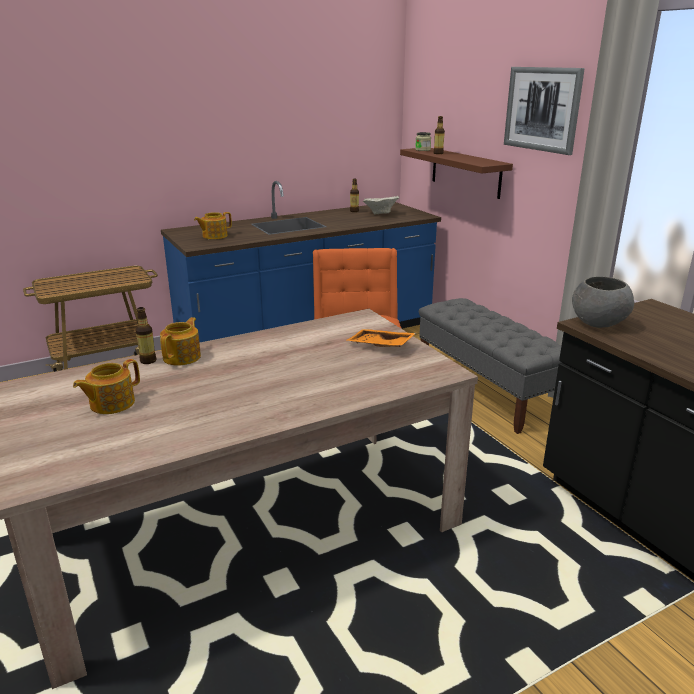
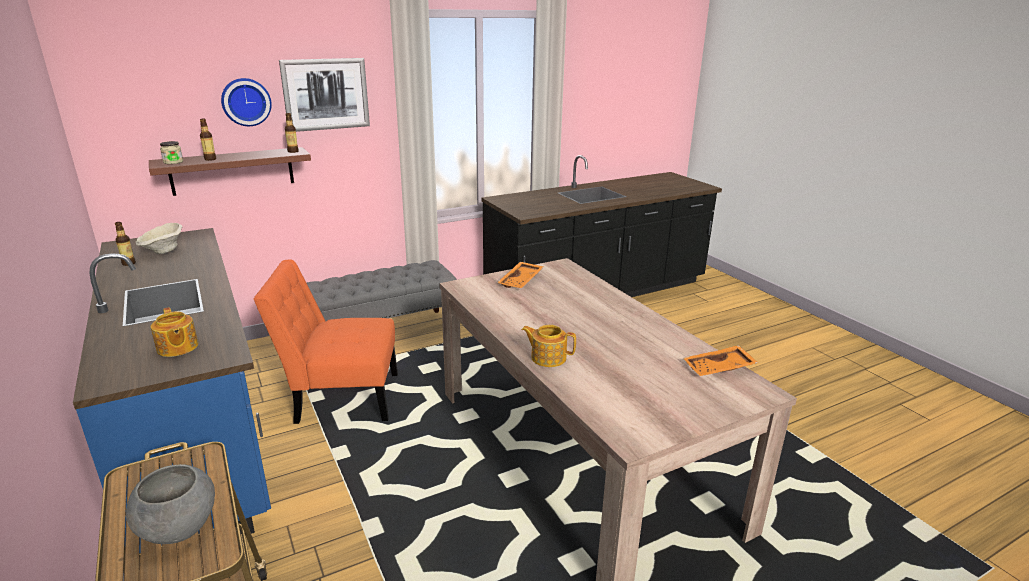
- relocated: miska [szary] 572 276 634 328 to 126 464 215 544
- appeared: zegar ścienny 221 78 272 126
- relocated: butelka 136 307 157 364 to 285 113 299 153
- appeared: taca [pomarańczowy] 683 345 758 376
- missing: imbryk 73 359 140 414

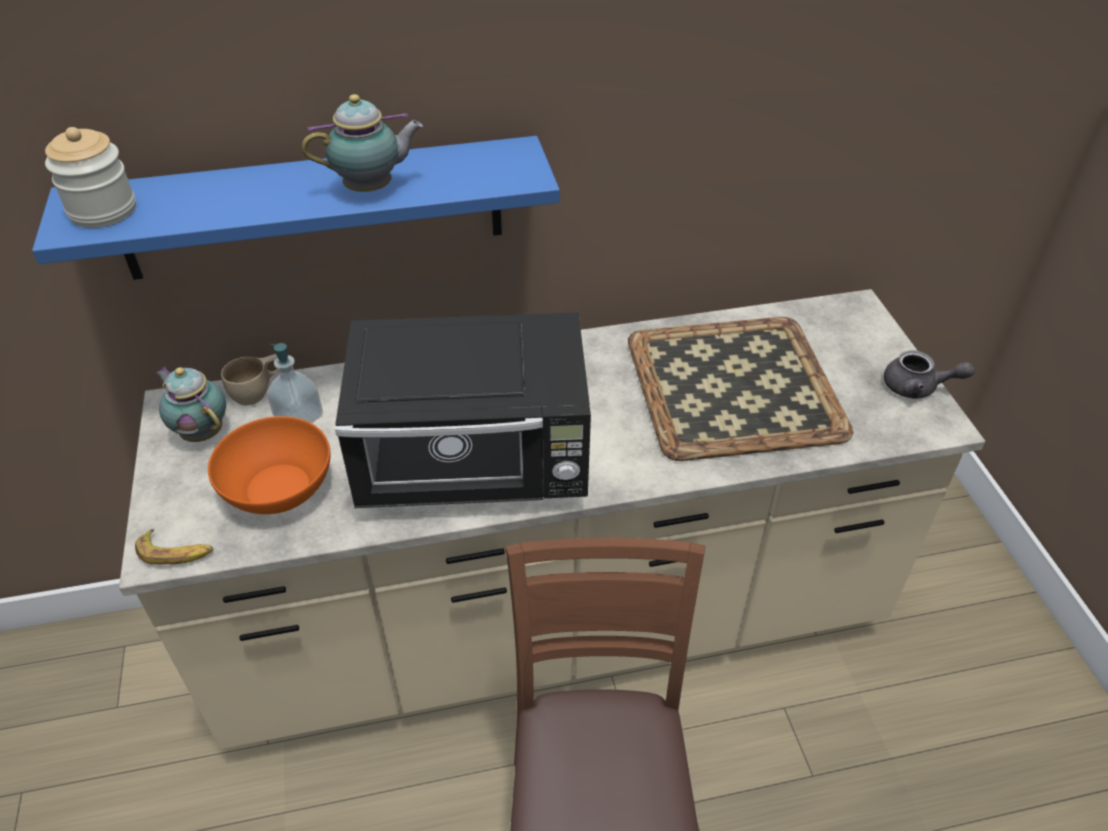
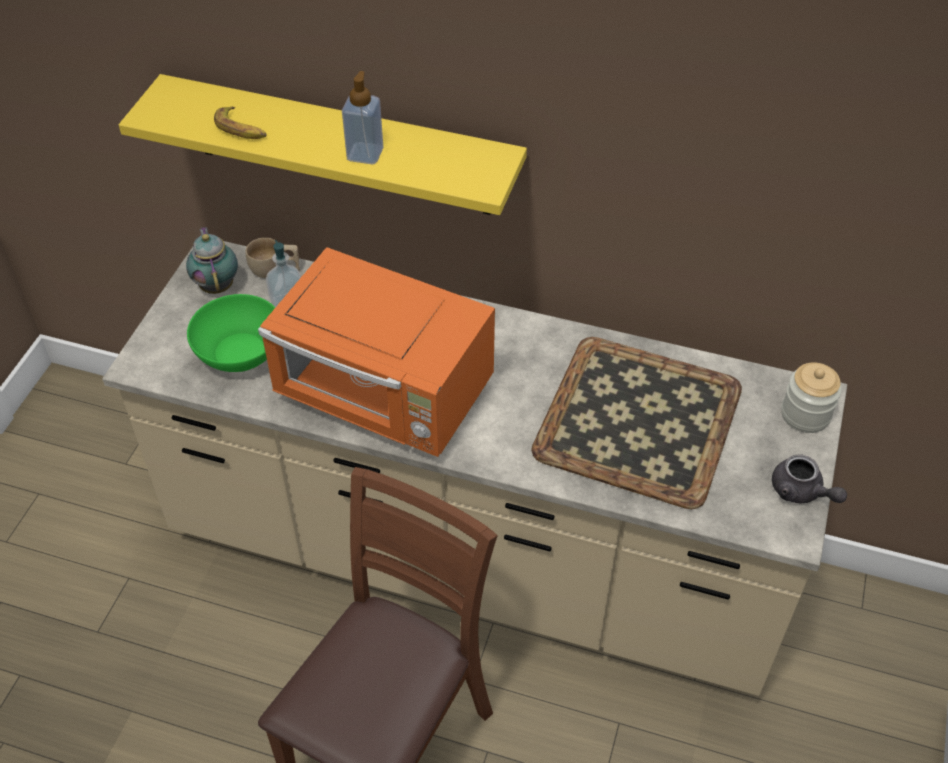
- colour: półka [niebieski] 32 136 560 280 to półka [żółty] 119 74 527 215
- colour: miska [pomarańczowy] 208 416 330 514 to miska [zielony] 187 294 275 372
- relocated: banan 135 529 213 564 to 214 106 266 139
- colour: mikrofalówka [czarny] 335 312 591 508 to mikrofalówka [pomarańczowy] 258 247 495 457
- exchanged: imbryk 302 94 423 192 to dozownik mydła 342 71 384 164
- relocated: słoik 45 127 136 228 to 781 362 842 433

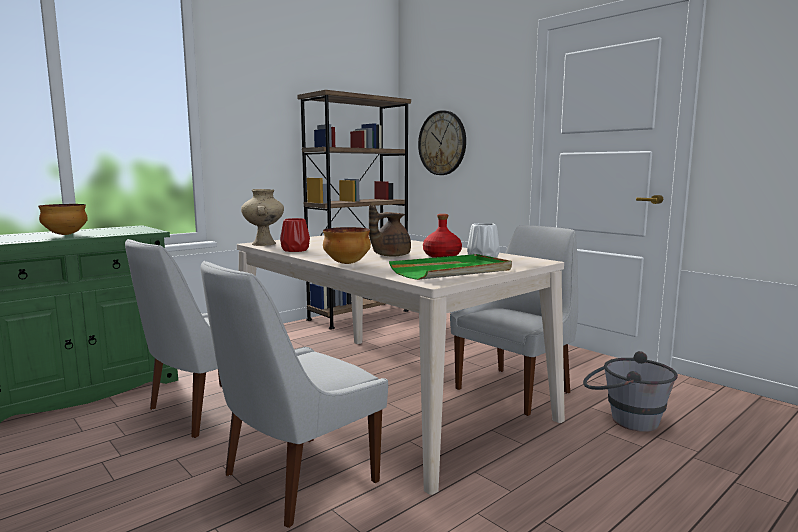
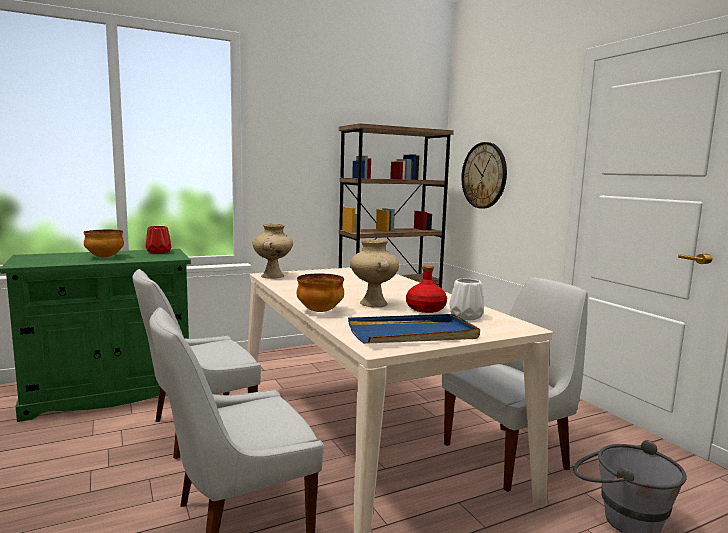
- relocated: wazon [czerwony] 280 218 310 252 to 146 226 171 254
- colour: taca [zielony] 389 254 512 280 to taca [niebieski] 348 314 480 344
- exchanged: imbryk [brązowy] 369 205 411 256 to wazon [beżowy] 350 240 399 307

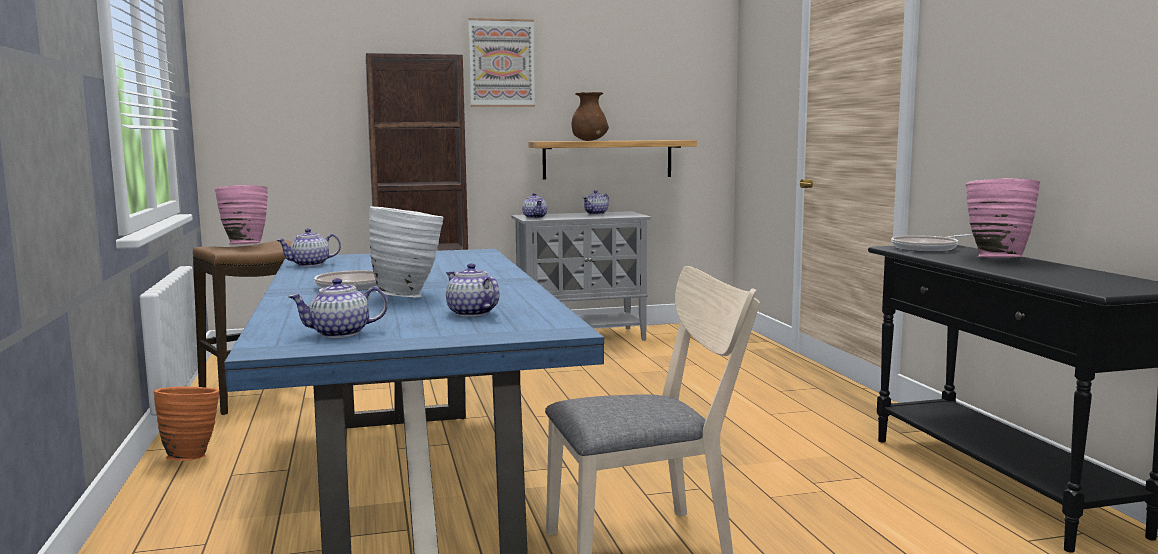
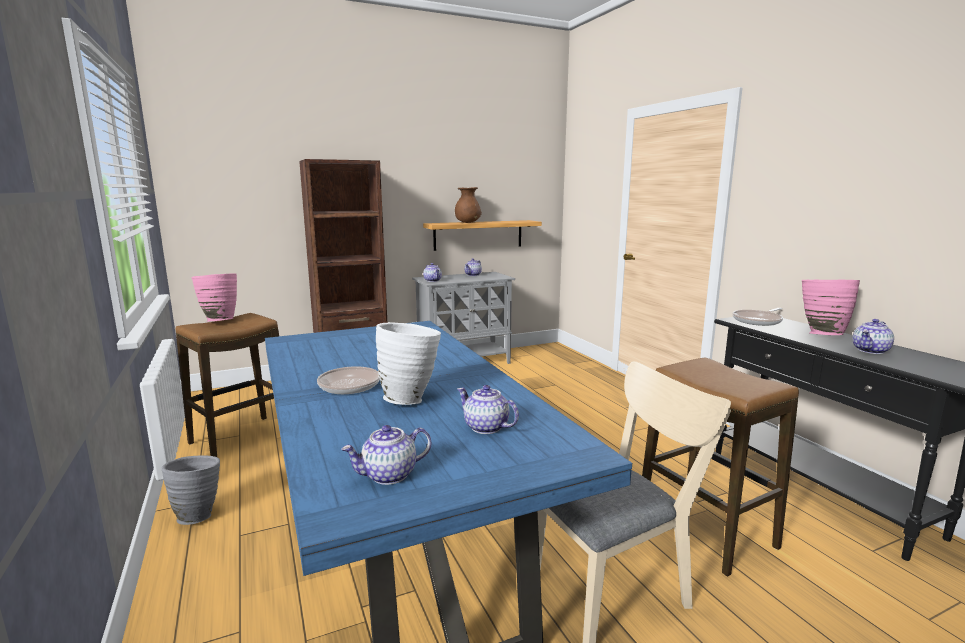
- colour: wazon [pomarańczowy] 154 386 219 461 to wazon [szary] 162 455 220 525
- appeared: stołek 642 357 799 576
- relocated: imbryk 277 228 341 267 to 852 319 894 354
- missing: obraz 468 18 535 107

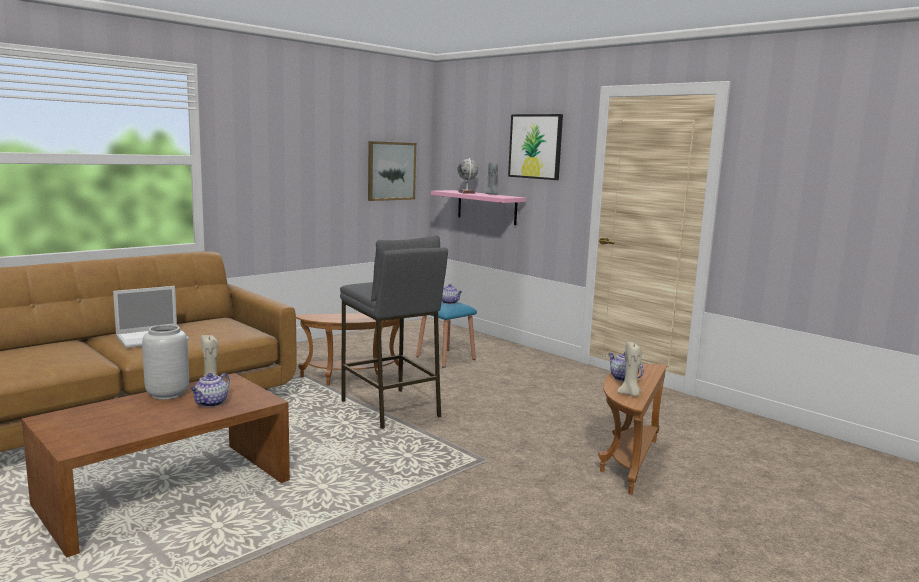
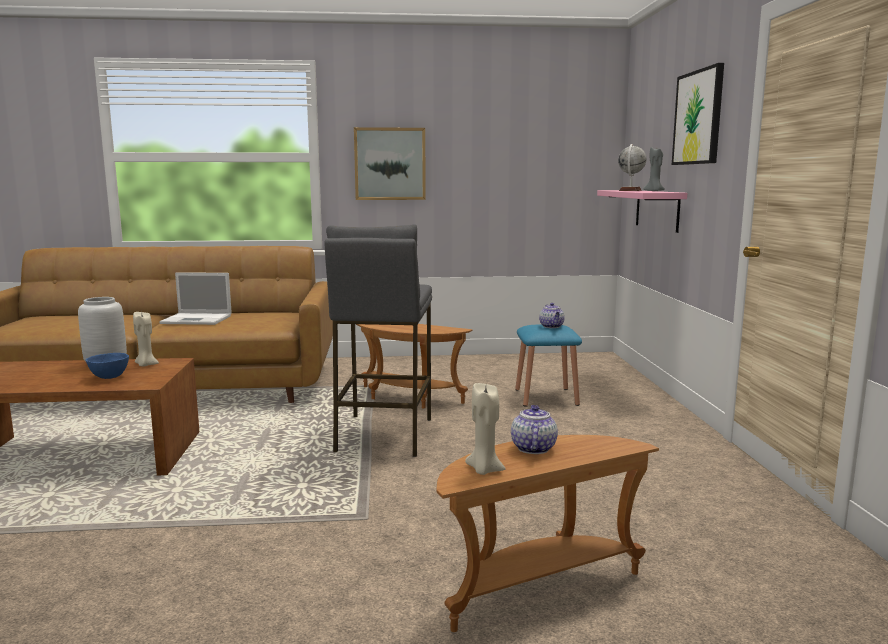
- exchanged: imbryk 191 373 230 407 to miska [niebieski] 86 353 129 379
- relocated: obraz 368 141 416 201 to 354 127 426 200

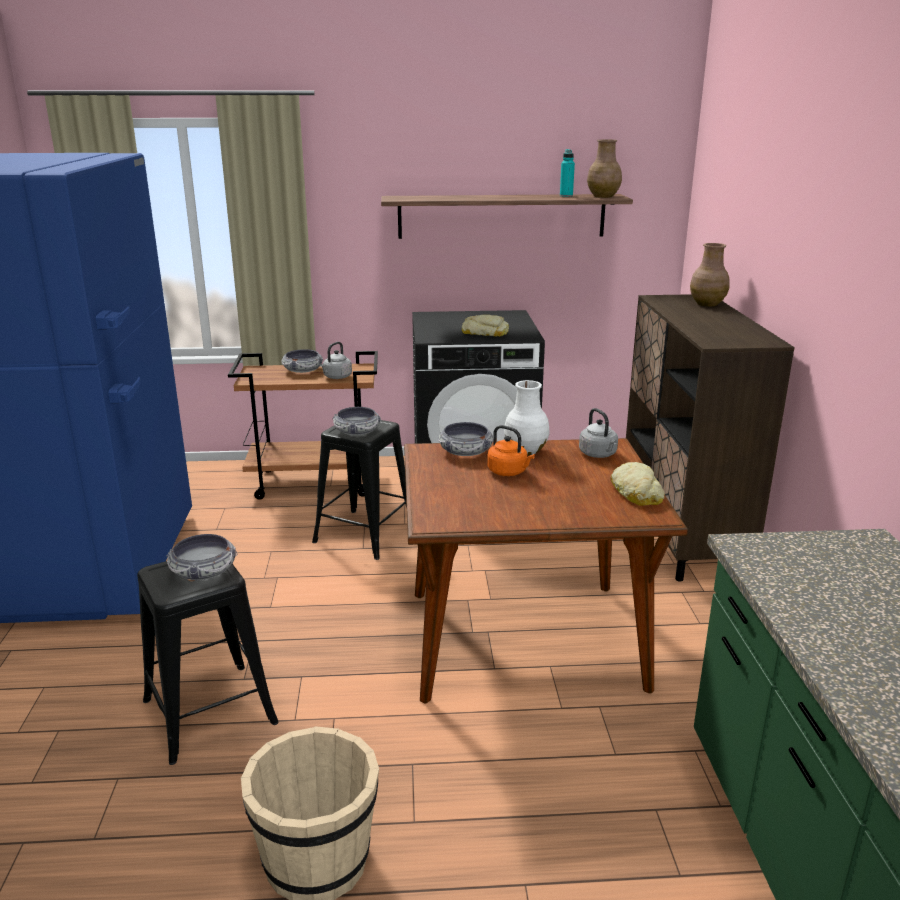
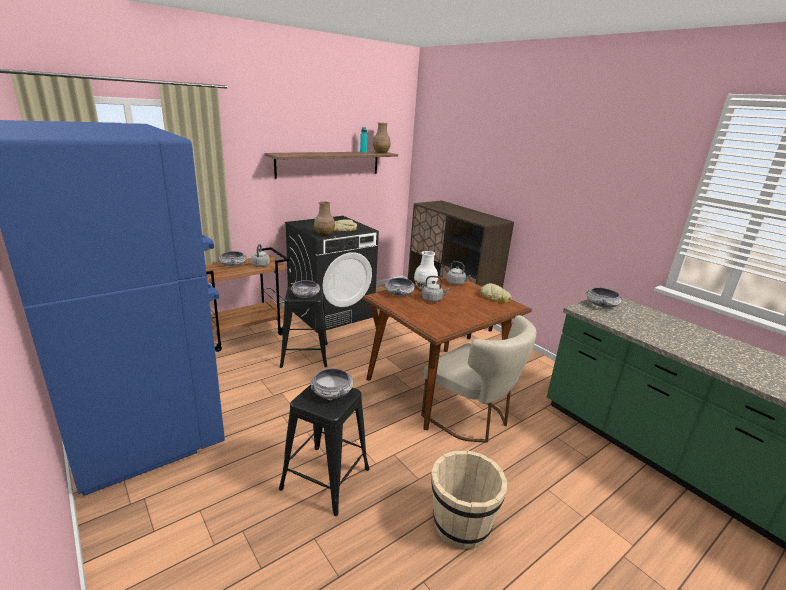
- relocated: wazon [brązowy] 690 243 730 306 to 314 201 335 236
- appeared: krzesło [beżowy] 421 315 536 443
- colour: czajnik [pomarańczowy] 487 425 535 476 to czajnik [szary] 422 276 450 302
- appeared: miska 586 287 623 308

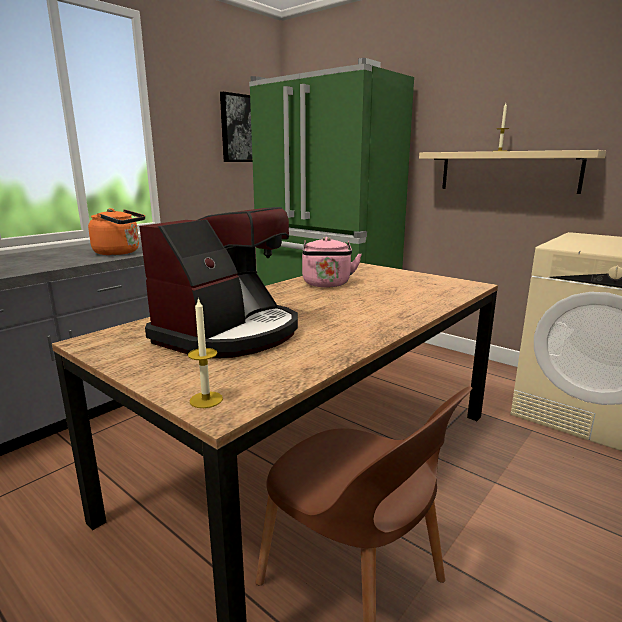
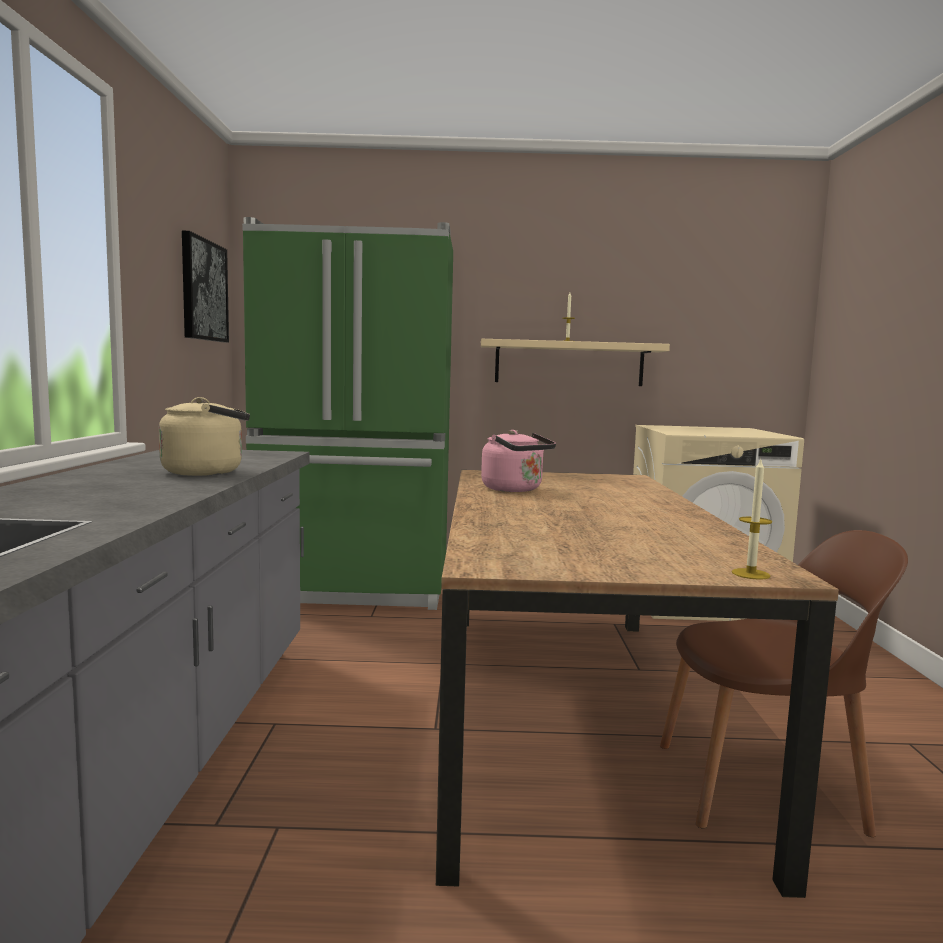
- colour: czajnik [pomarańczowy] 88 208 145 255 to czajnik [beżowy] 159 397 250 476
- missing: ekspres do kawy 139 207 298 358

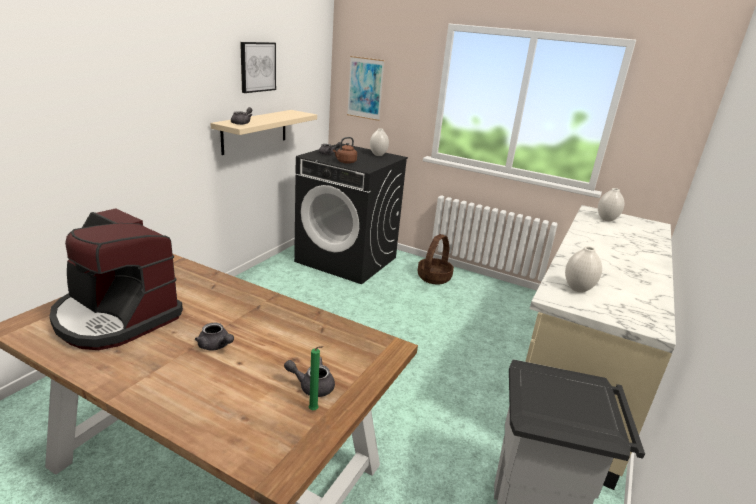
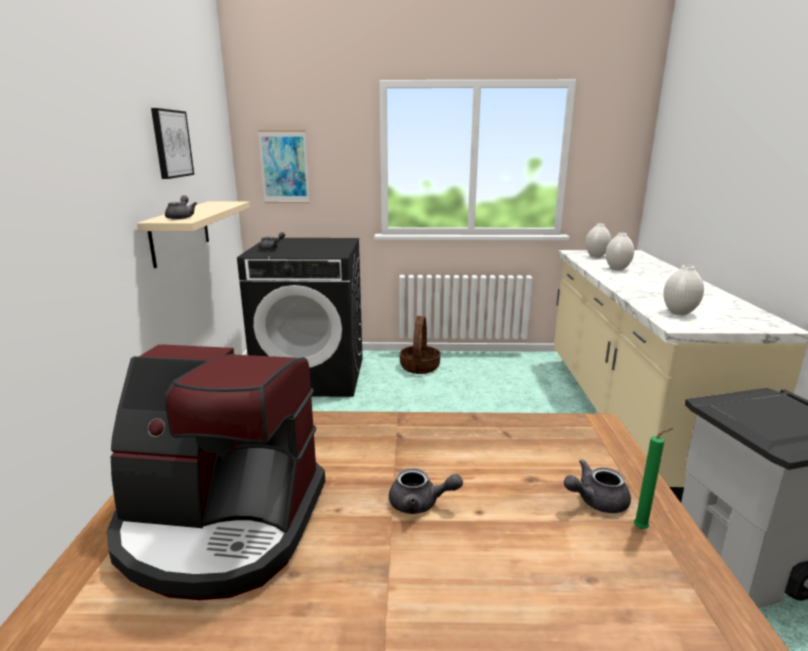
- relocated: wazon [biały] 370 128 389 156 to 606 233 634 270
- missing: czajnik [brązowy] 333 137 357 164

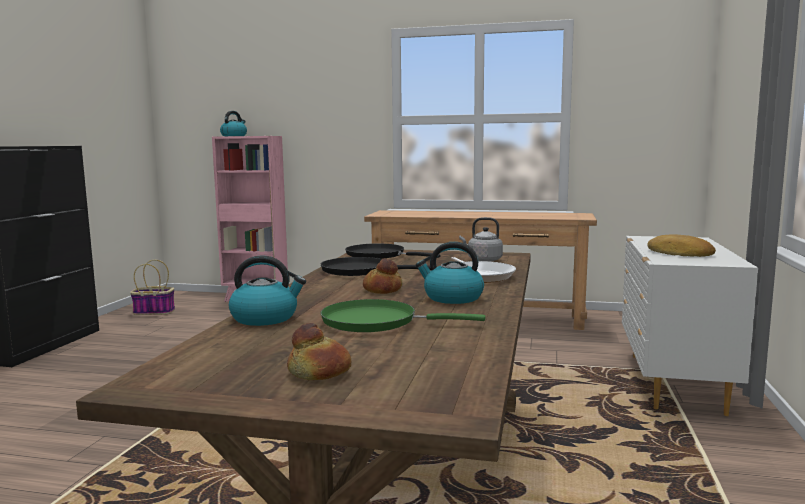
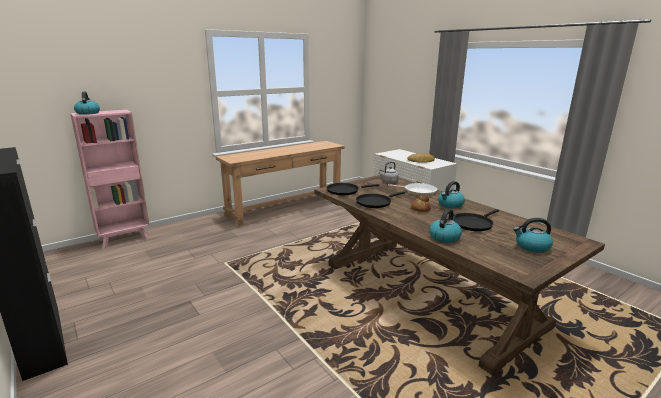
- colour: patelnia [zielony] 320 299 485 332 to patelnia [czarny] 454 209 499 231
- exchanged: chleb 287 323 351 380 to czajnik 513 218 553 253
- missing: koszyk 130 260 175 315

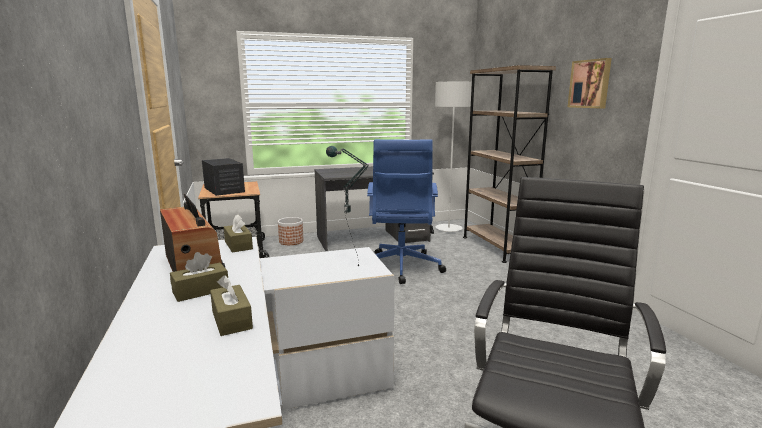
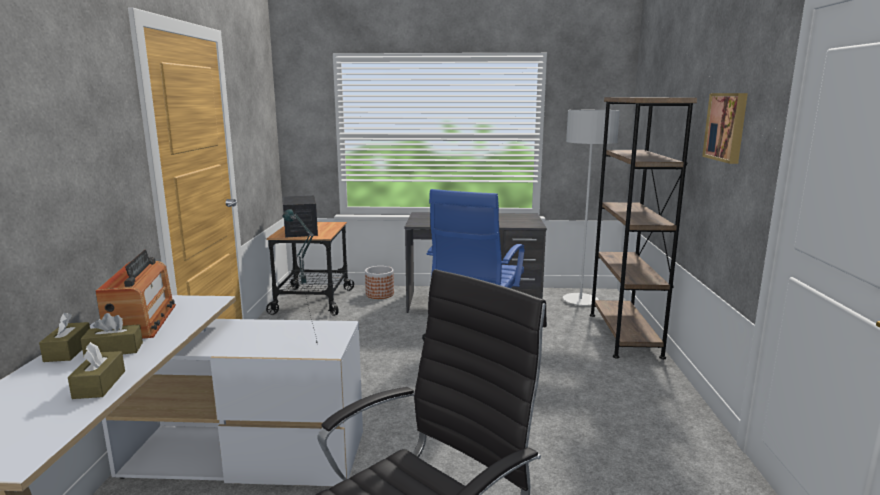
- relocated: pudełko chusteczek [brązowy] 224 214 253 253 to 39 313 90 362

